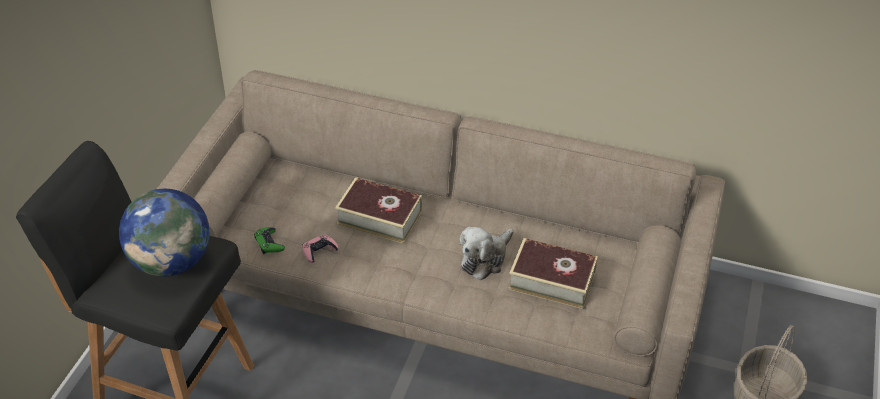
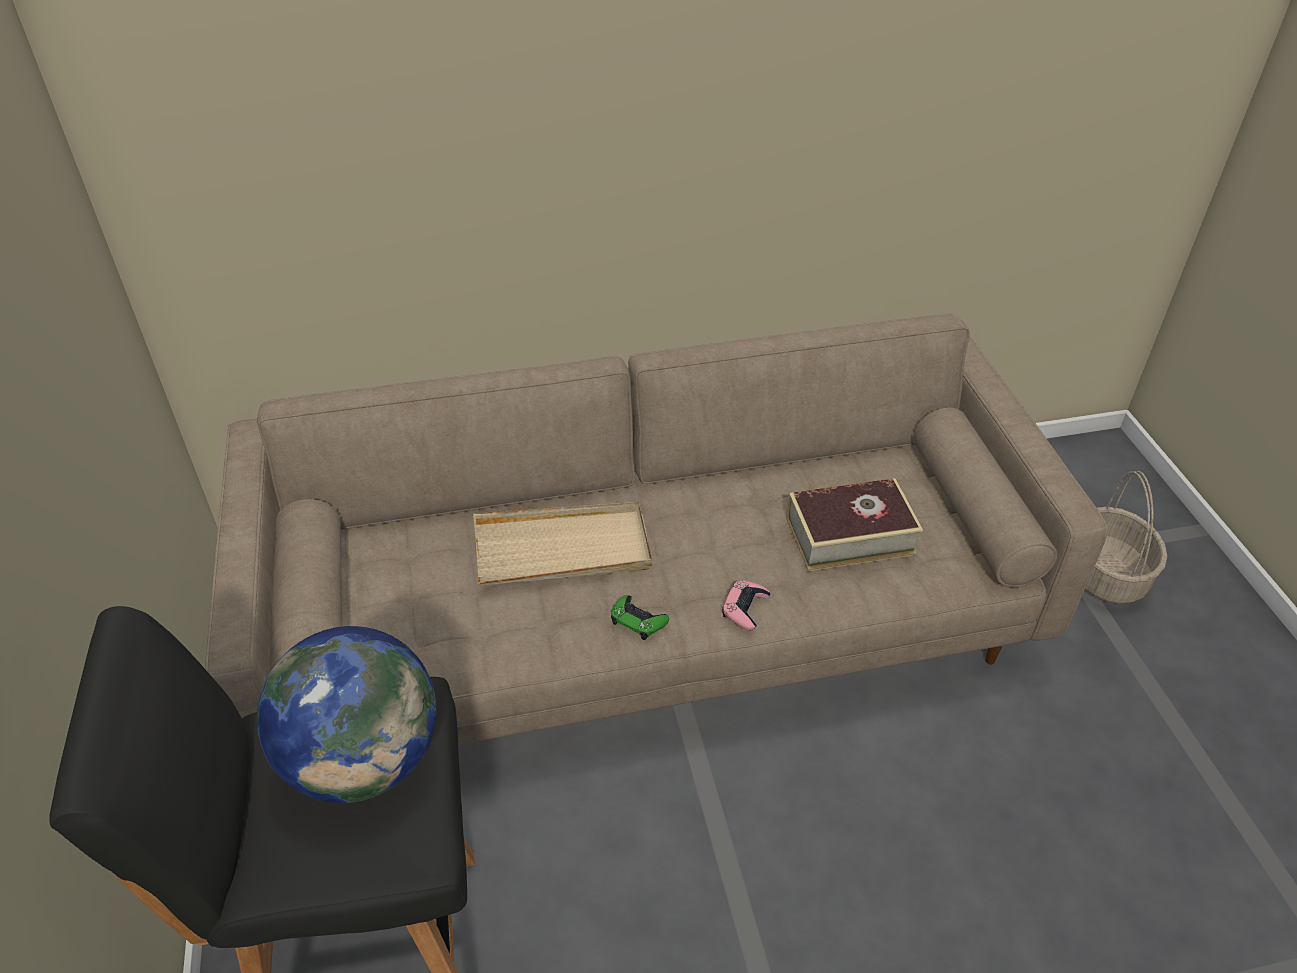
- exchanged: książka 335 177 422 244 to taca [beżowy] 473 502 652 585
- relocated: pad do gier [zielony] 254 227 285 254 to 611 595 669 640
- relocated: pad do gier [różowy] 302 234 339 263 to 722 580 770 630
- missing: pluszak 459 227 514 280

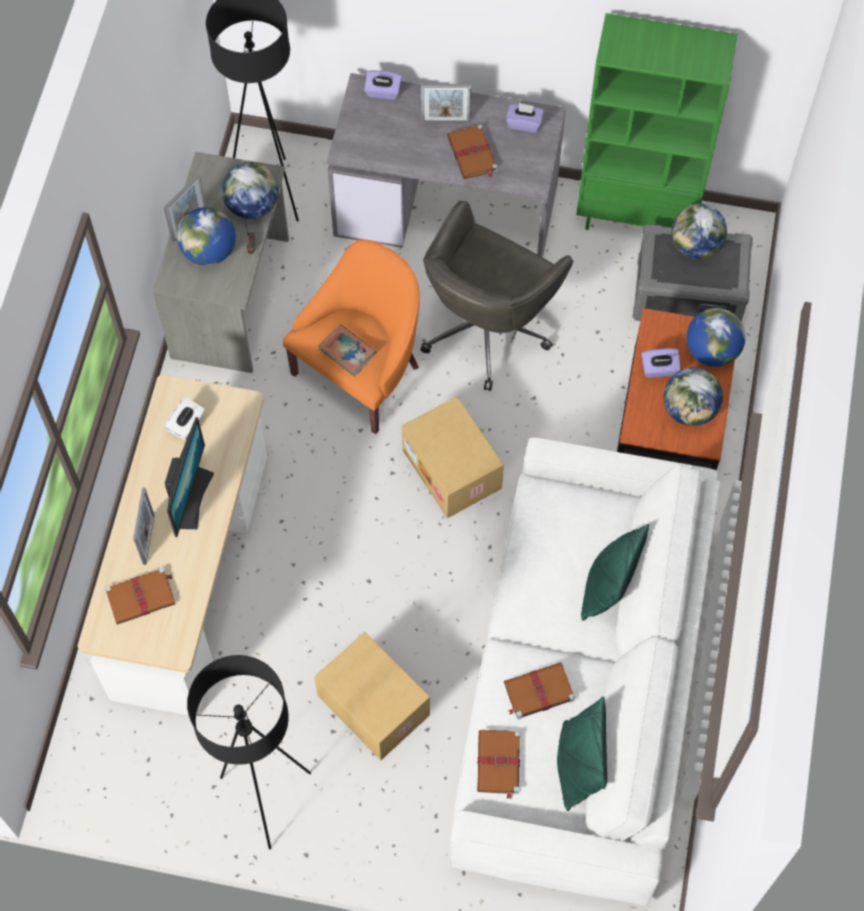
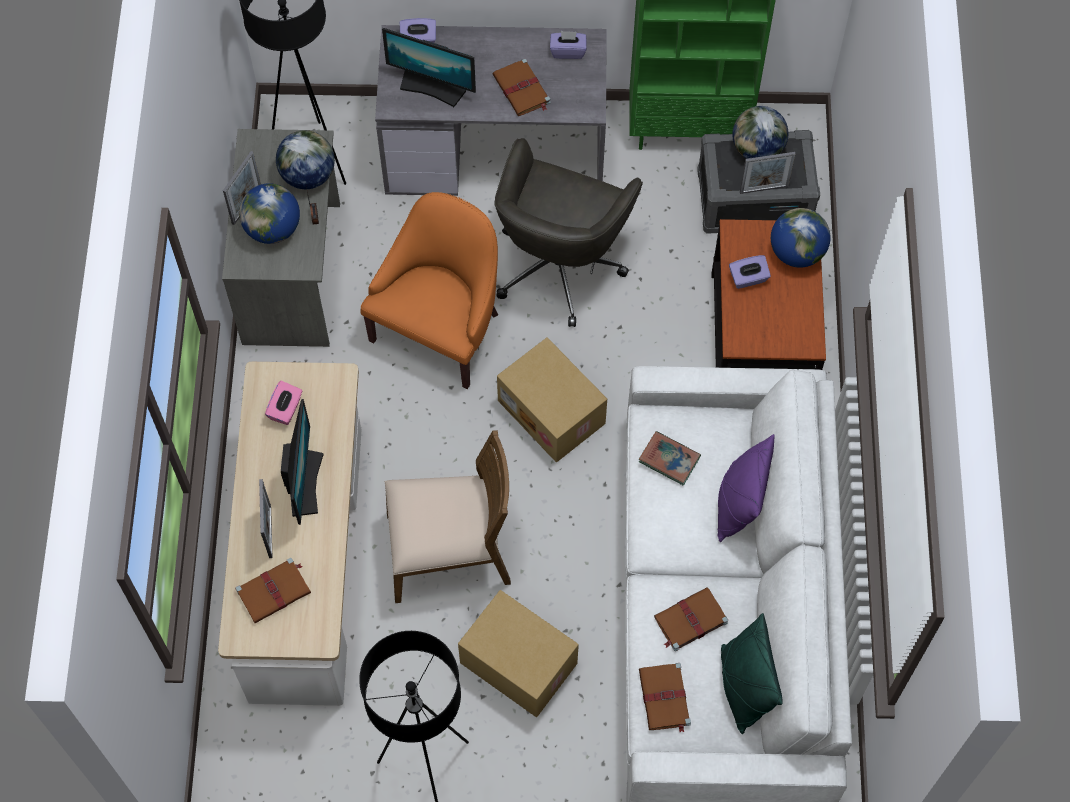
- colour: pudełko chusteczek [biały] 165 397 205 440 to pudełko chusteczek [różowy] 265 381 302 425
- appeared: monitor 382 28 476 107
- appeared: krzesło [brązowy] 385 430 511 603
- relocated: książka 318 324 376 376 to 639 431 701 486
- colour: poduszka [zielony] 581 524 649 621 to poduszka [fioletowy] 717 434 775 542
- relocated: ramka na zdjęcie 421 84 471 122 to 740 152 795 194
- missing: globus 664 367 723 426

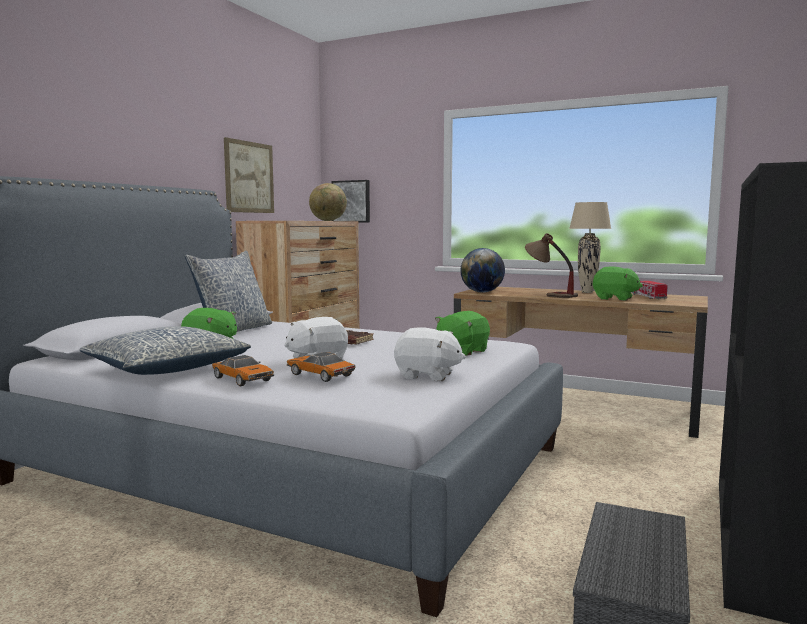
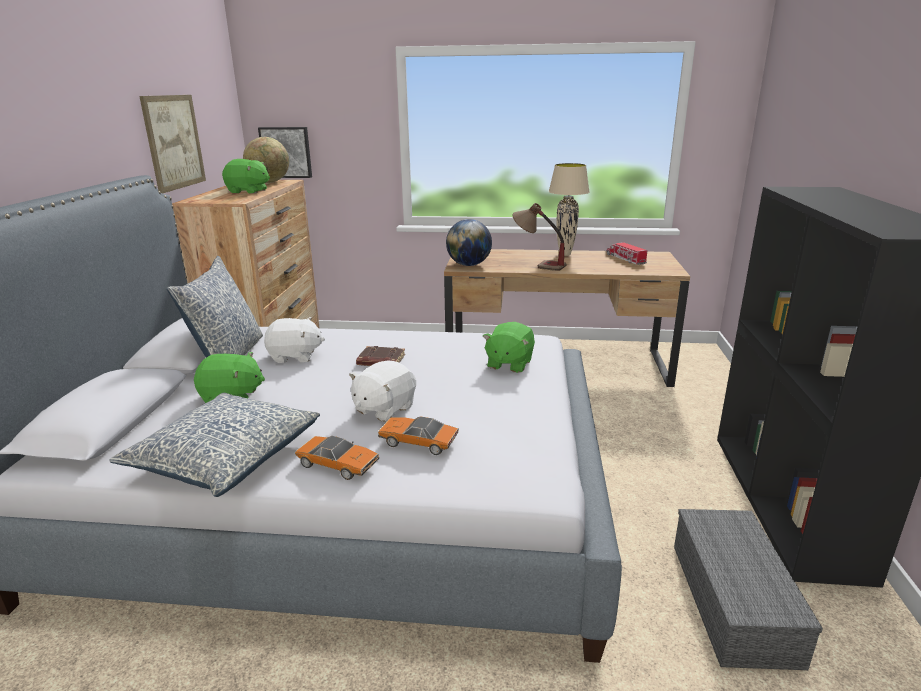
- relocated: pluszak [zielony] 592 267 643 301 to 222 159 270 194
- relocated: pluszak [biały] 394 328 466 381 to 264 317 325 363

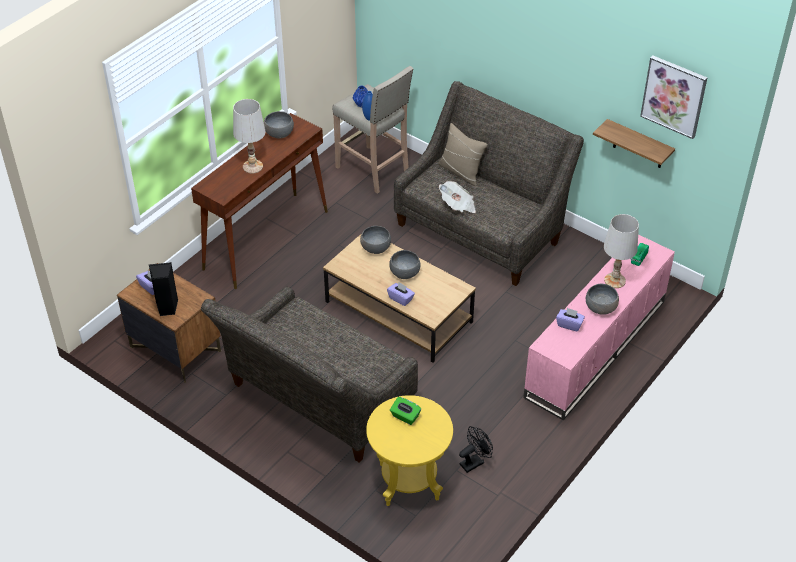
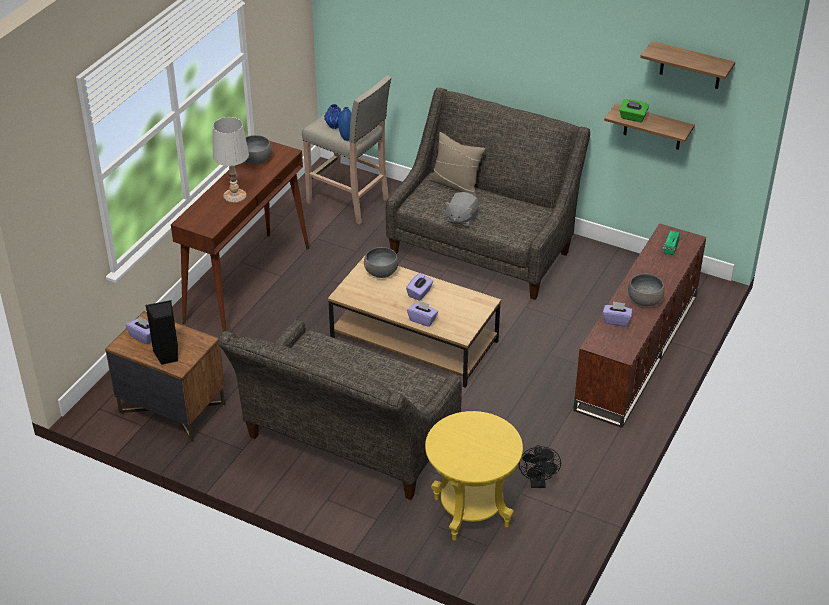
- exchanged: miska [szary] 389 250 421 279 to pudełko chusteczek [fioletowy] 406 273 433 300
- exchanged: gazeta 439 181 476 213 to pluszak [szary] 444 192 479 227
- spun: wentylator [czarny] 459 426 493 473 = 519 445 561 488 135 degrees clockwise
- colour: szafka pod telewizor [różowy] 523 234 675 420 to szafka pod telewizor [brązowy] 573 223 706 428
- relocated: pudełko chusteczek [zielony] 390 397 421 425 to 619 99 649 122
- exchanged: obraz 640 55 707 139 to półka 640 41 735 89
- missing: lampa stołowa [biały] 604 214 639 288

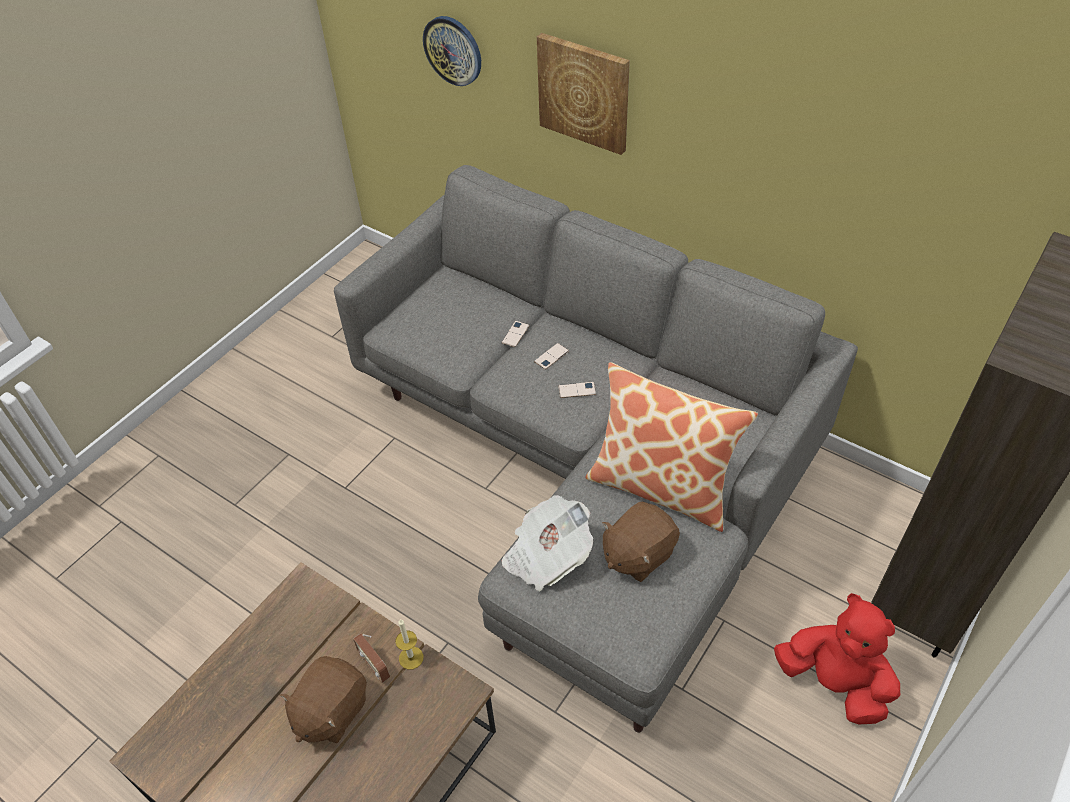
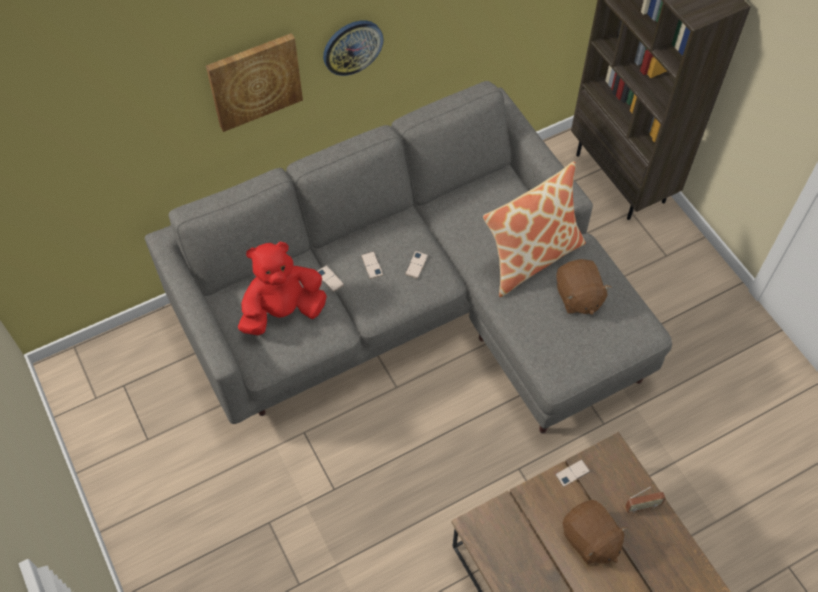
- relocated: pluszak [czerwony] 774 593 900 724 to 238 242 327 335
- relocated: zegar ścienny 423 16 481 86 to 323 20 384 76
- exchanged: świeca 395 619 424 670 to telefon 555 460 590 487
- relocated: radio 353 633 390 683 to 625 486 666 513
- missing: gazeta 502 495 593 591

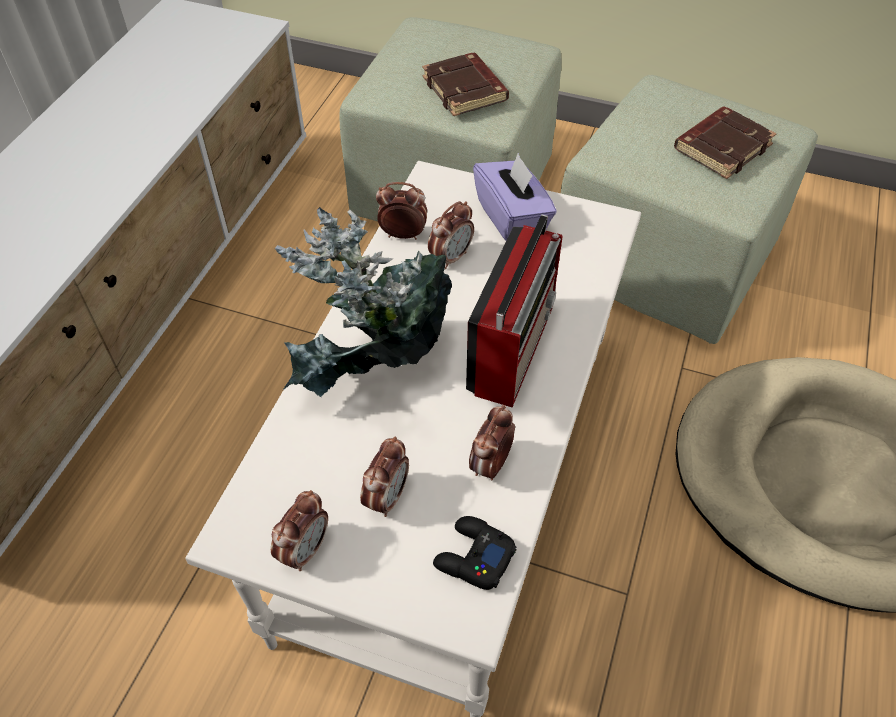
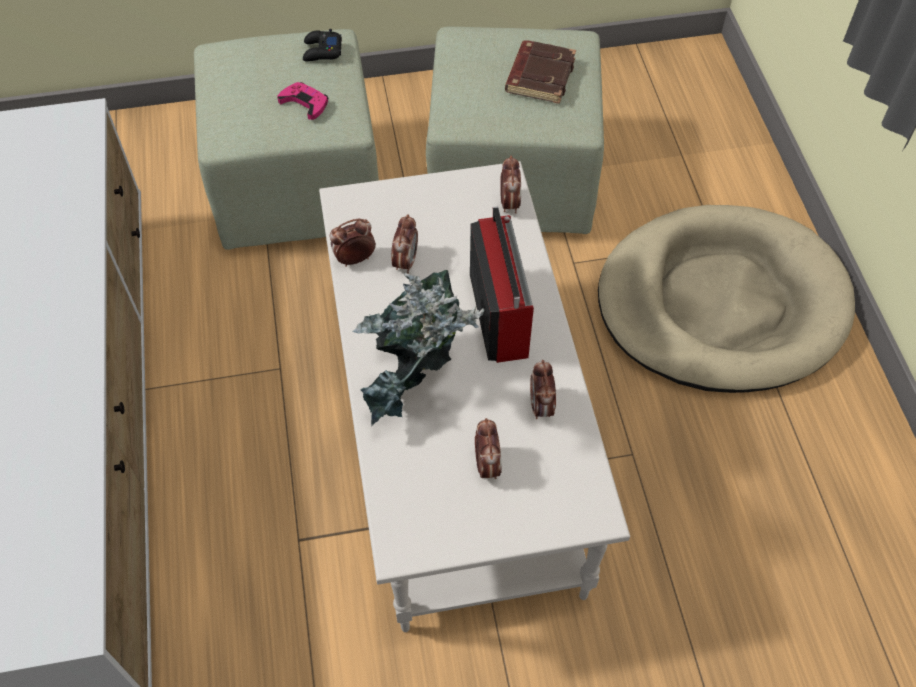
- exchanged: książka [brązowy] 422 53 509 116 to pad do gier [różowy] 277 82 329 120
- relocated: pad do gier [czarny] 433 516 517 590 to 303 29 342 62
- relocated: budzik 271 490 328 571 to 500 156 521 213
- missing: pudełko chusteczek [fioletowy] 473 153 557 241

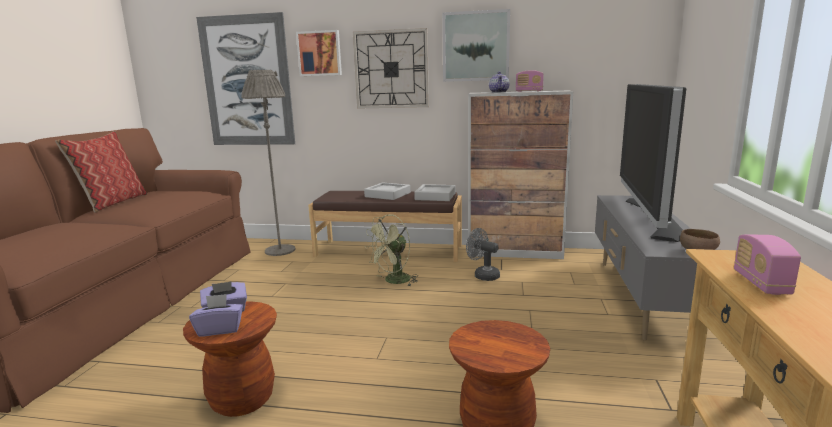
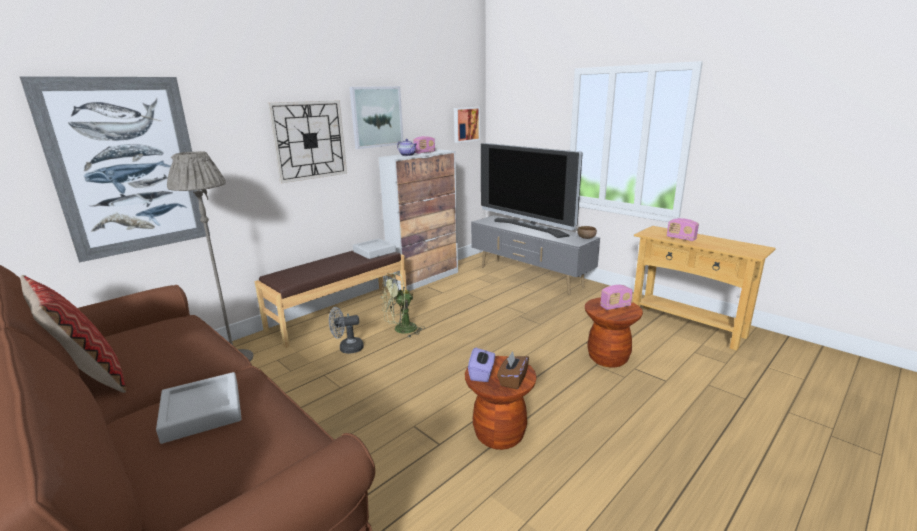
- relocated: taca [szary] 364 182 411 200 to 156 372 242 444
- relocated: wentylator [szary] 466 228 500 281 to 329 307 364 354
- spun: wentylator [zielony] 365 214 418 286 = 381 272 424 338 75 degrees clockwise
- relocated: obraz 296 30 342 76 to 454 107 480 143
- colour: pudełko chusteczek [fioletowy] 189 294 243 337 to pudełko chusteczek [brązowy] 497 351 529 389
- appeared: radio 600 285 633 310

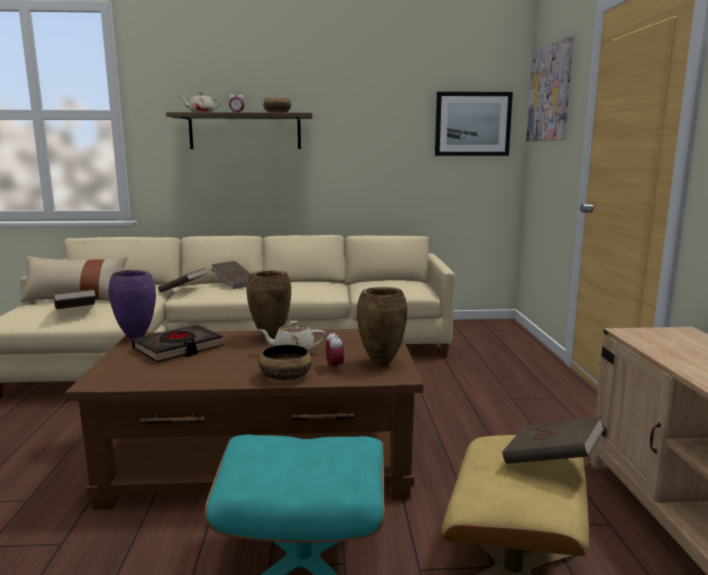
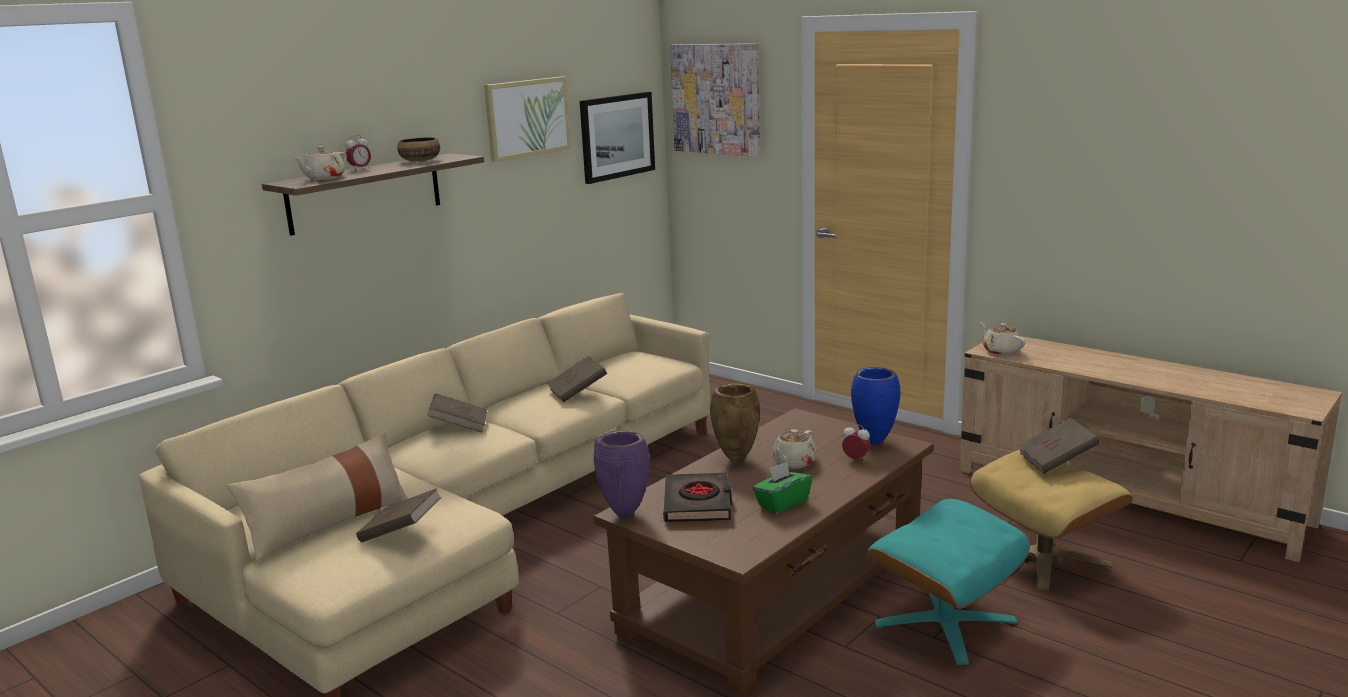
- appeared: obraz 484 76 571 162
- relocated: książka [brązowy] 158 268 208 293 to 547 356 607 403
- appeared: pudełko chusteczek [zielony] 753 461 812 514
- colour: wazon [brązowy] 357 287 407 367 to wazon [niebieski] 851 367 901 445
- appeared: imbryk [beżowy] 979 322 1025 355
- missing: miska 259 344 312 381

